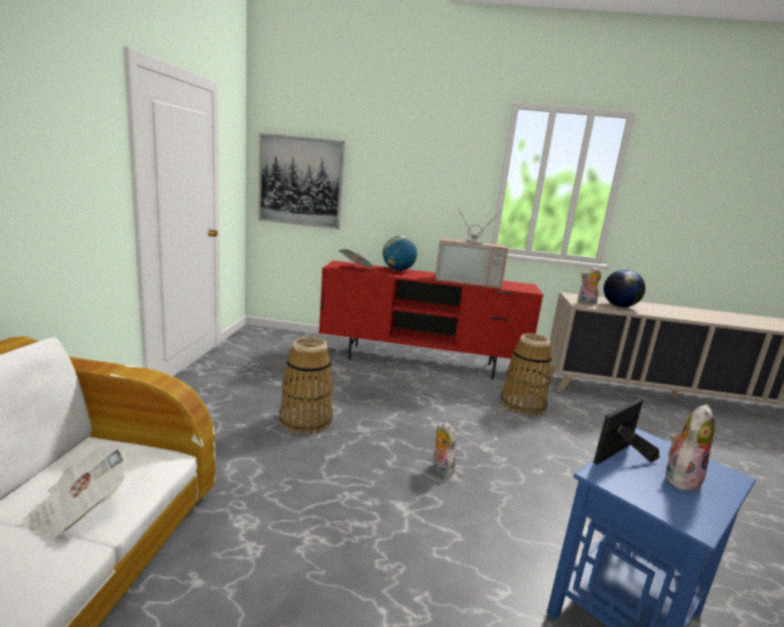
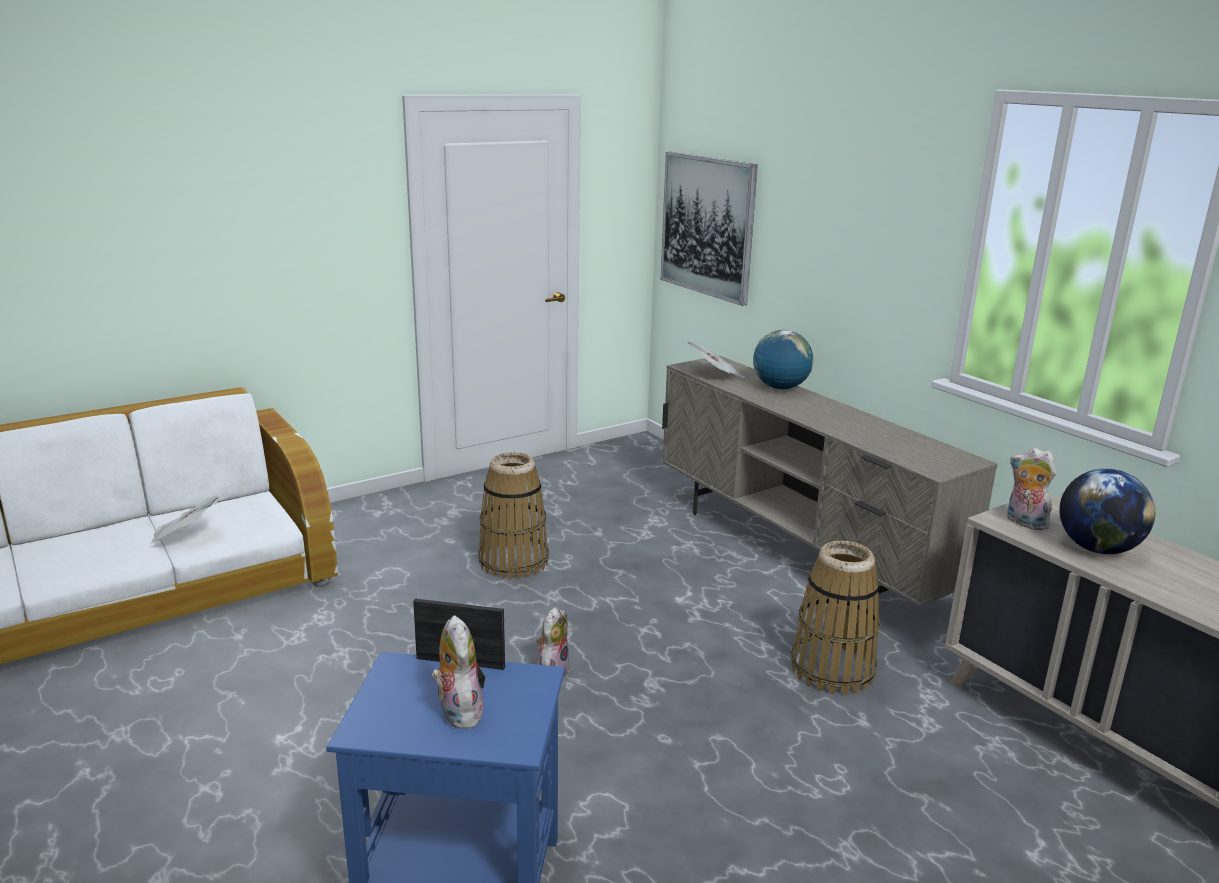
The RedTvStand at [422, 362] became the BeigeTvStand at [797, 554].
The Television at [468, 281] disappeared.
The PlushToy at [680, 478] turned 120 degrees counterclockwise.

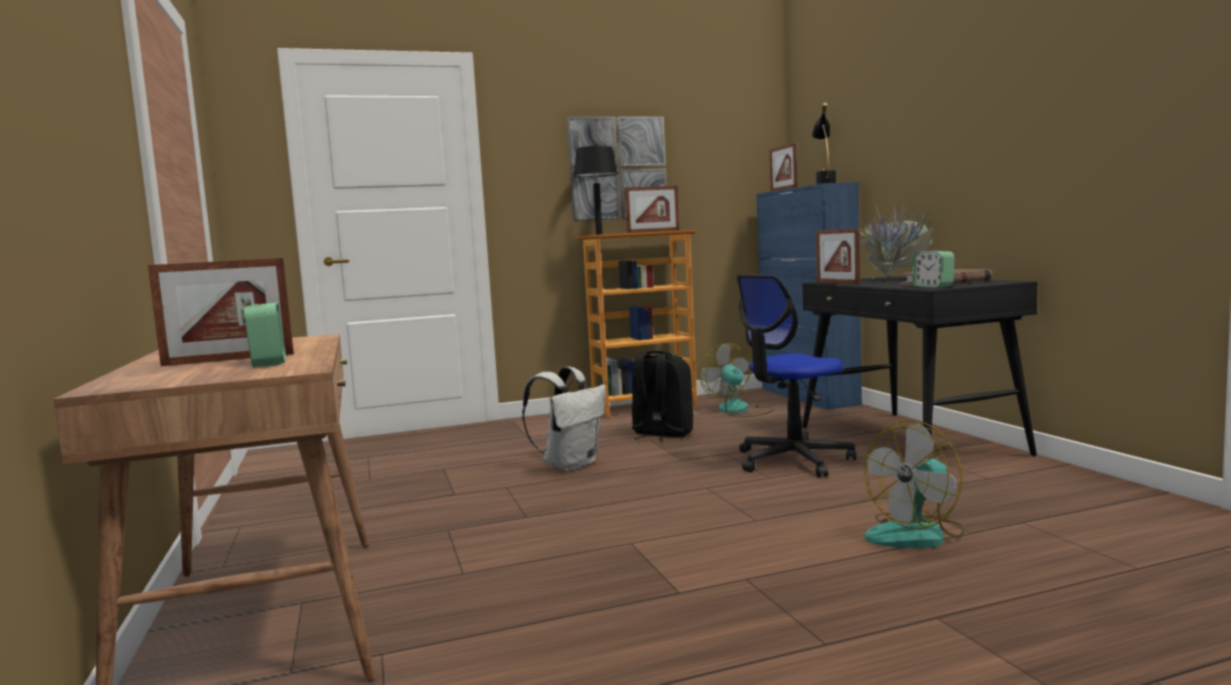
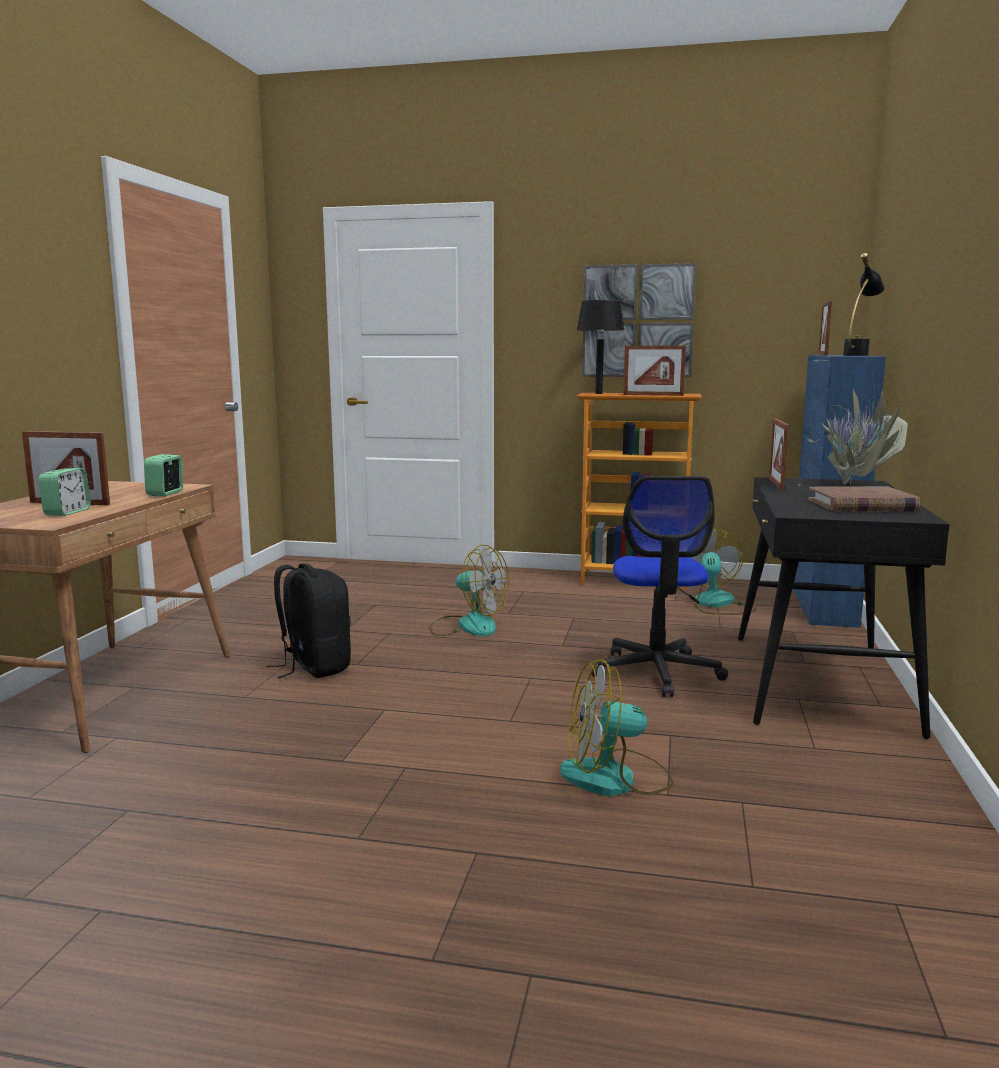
The WhiteBackpack at [570, 465] was replaced by the Fan at [467, 626].
The BlackBackpack moved from [662, 434] to [314, 667].
The OfficeChair at [792, 460] turned 90 degrees counterclockwise.
The AlarmClock moved from [933, 286] to [165, 493].

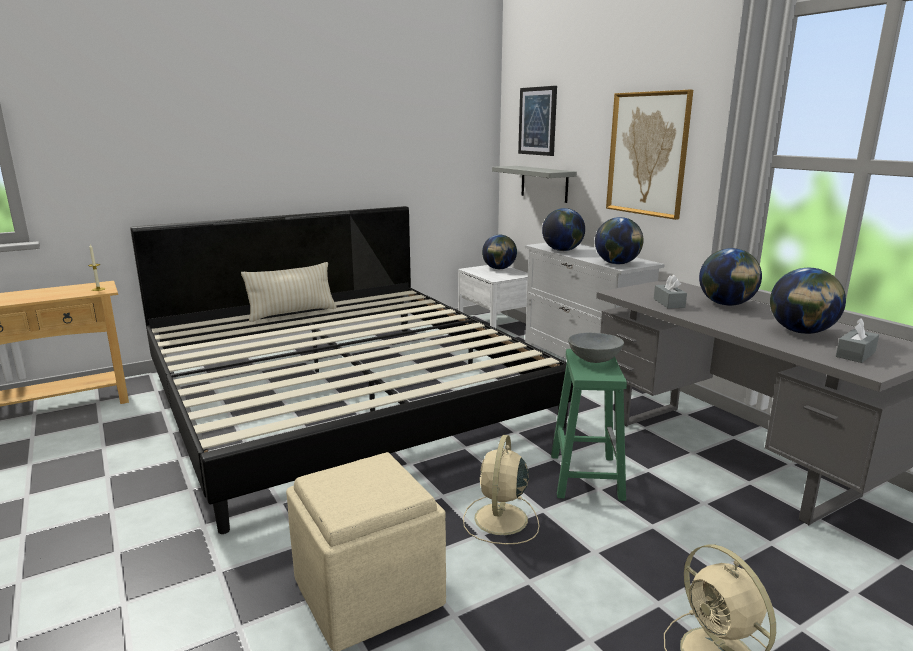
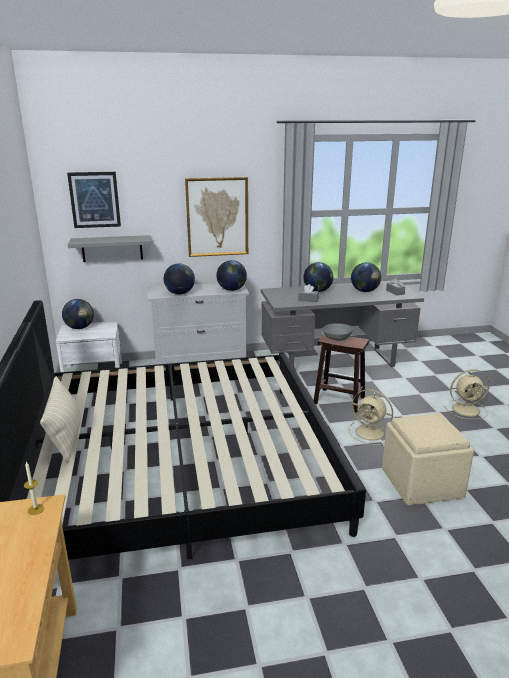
The GreenStool at [585, 475] became the BrownStool at [338, 400].

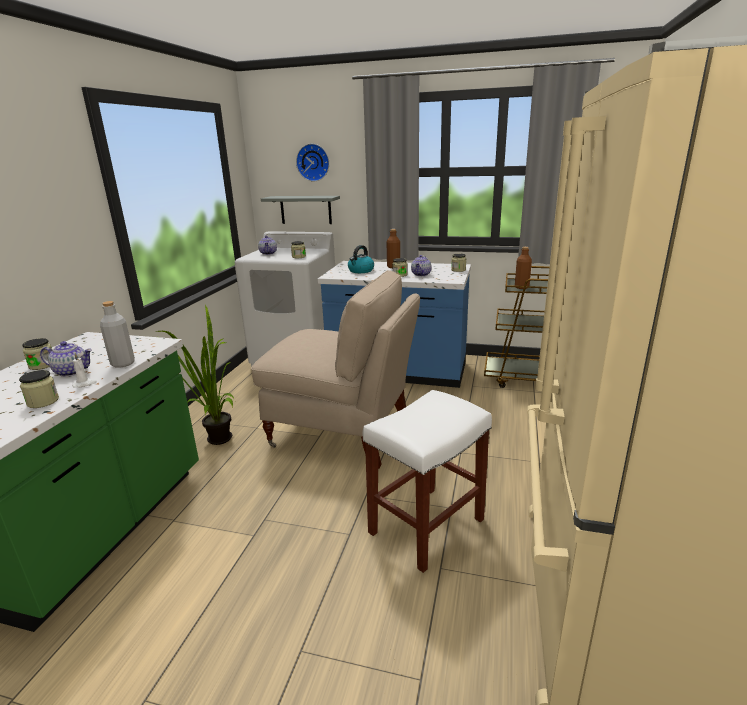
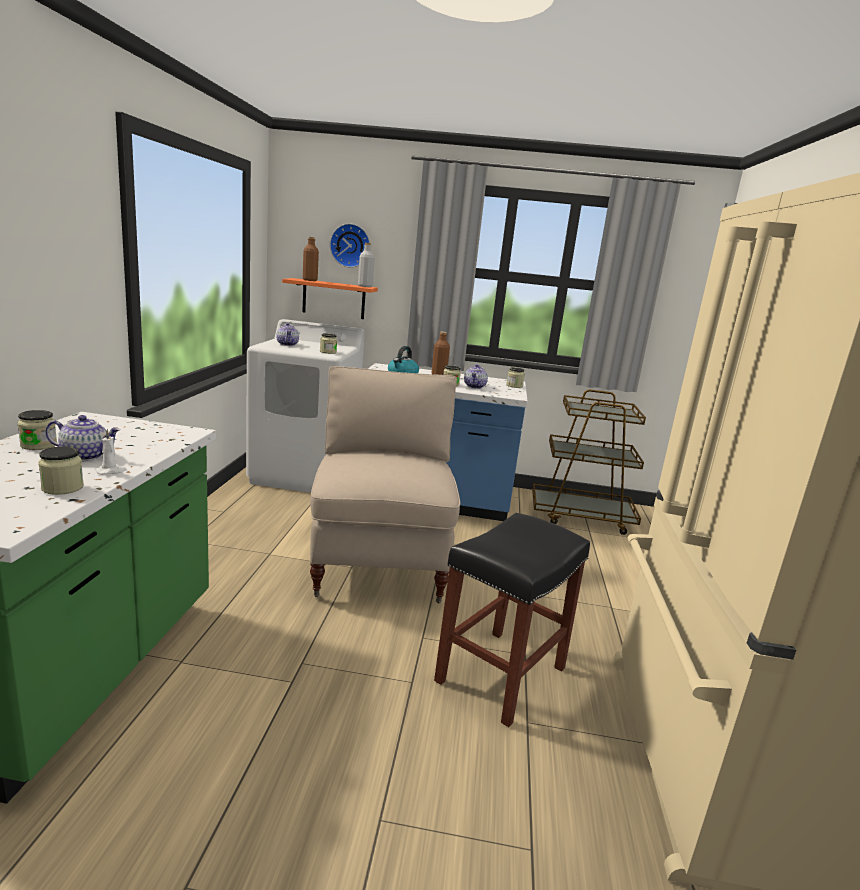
The GreyBottle moved from [123, 363] to [365, 286].
The PottedPlant at [213, 440] disappeared.
The BeigeChair at [343, 431] turned 105 degrees counterclockwise.
The GreyShelf at [305, 210] became the OrangeShelf at [333, 299].
The WhiteStool at [426, 527] became the BlackStool at [501, 676].
The BrownBottle moved from [521, 287] to [310, 280].

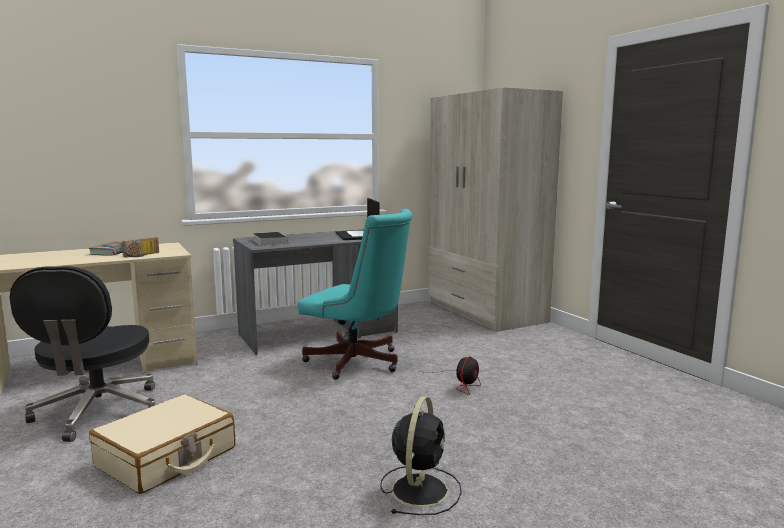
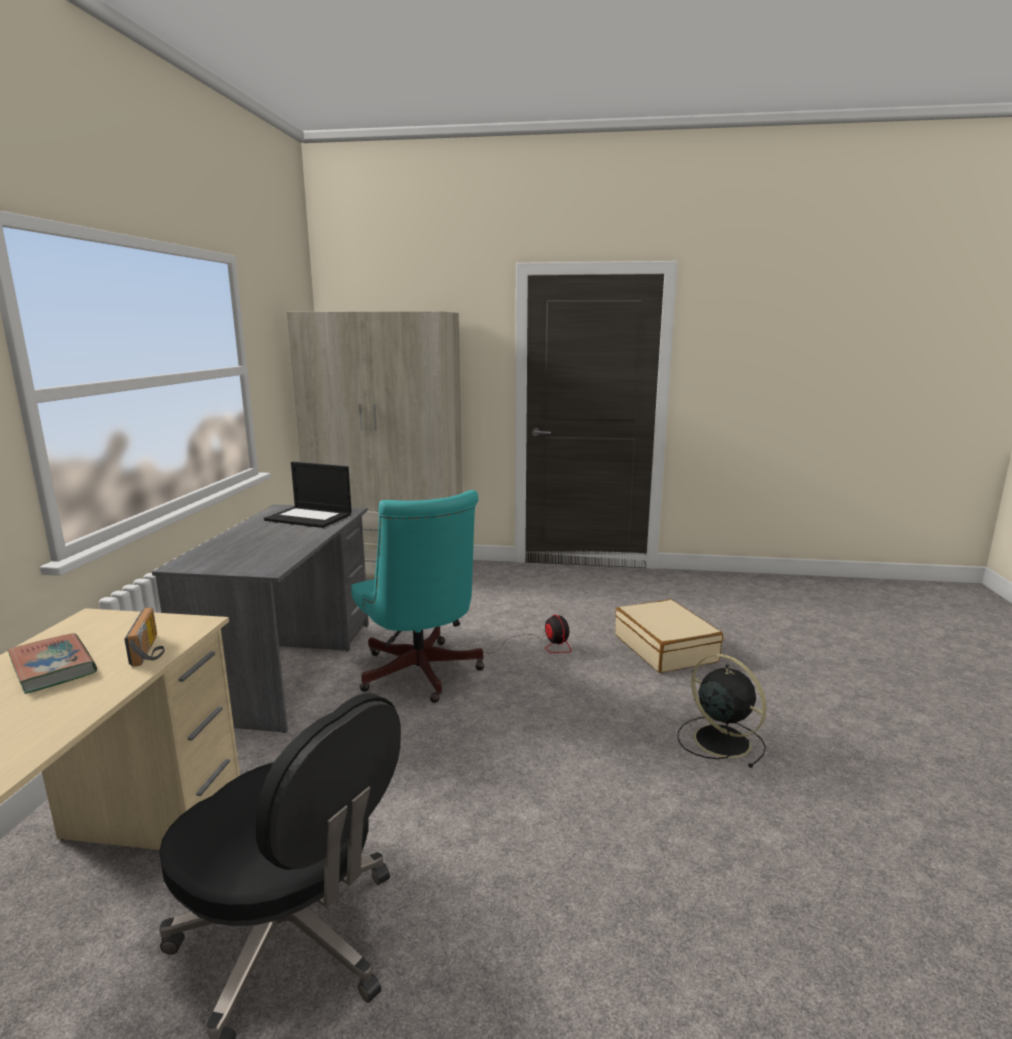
The BeigeSuitcase moved from [167, 458] to [665, 648].
The Book at [269, 241] disappeared.
The TurquoiseOfficeChair at [359, 363] turned 90 degrees clockwise.

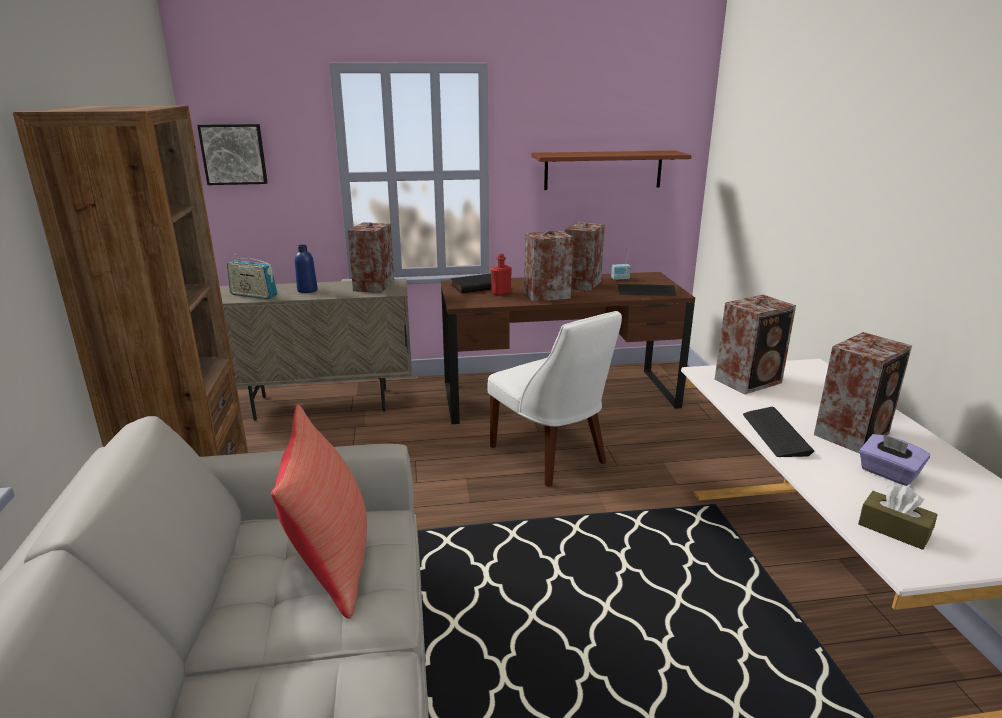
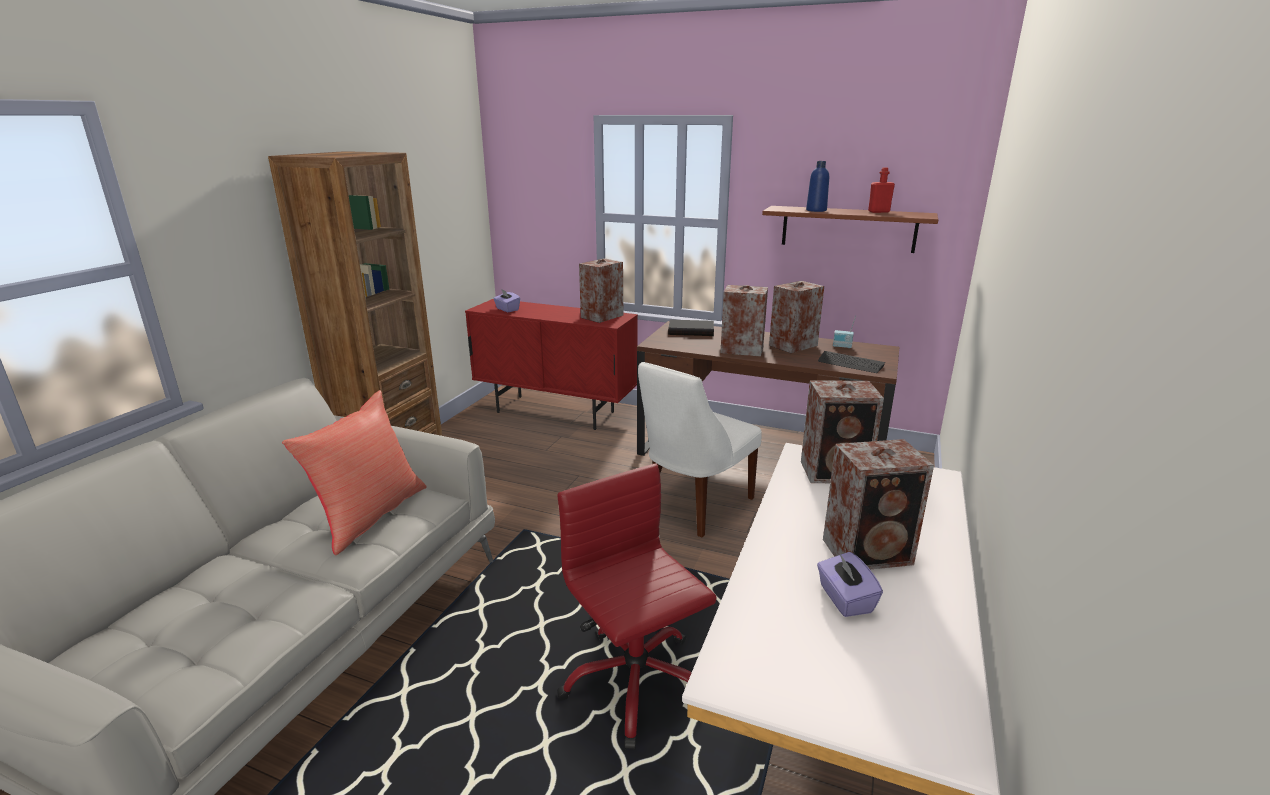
The Picture at [234, 154] disappeared.
The BeigeCabinet at [323, 404] became the RedCabinet at [556, 412].
The Radio at [253, 295] was replaced by the PurpleTissueBox at [507, 309].
The BlueBottle moved from [307, 290] to [816, 210].
The WhiteChair at [551, 457] turned 45 degrees clockwise.
The RedBottle moved from [501, 293] to [878, 211].
The Keyboard at [775, 434] disappeared.
The BrownTissueBox at [894, 529] disappeared.
The RedOfficeChair at [635, 683] appeared.

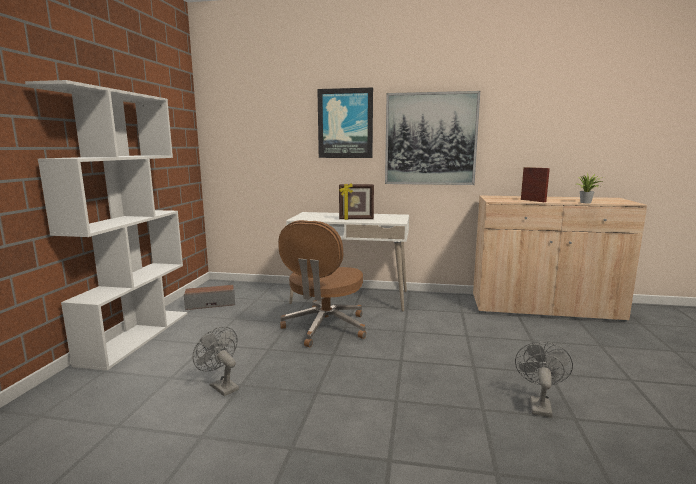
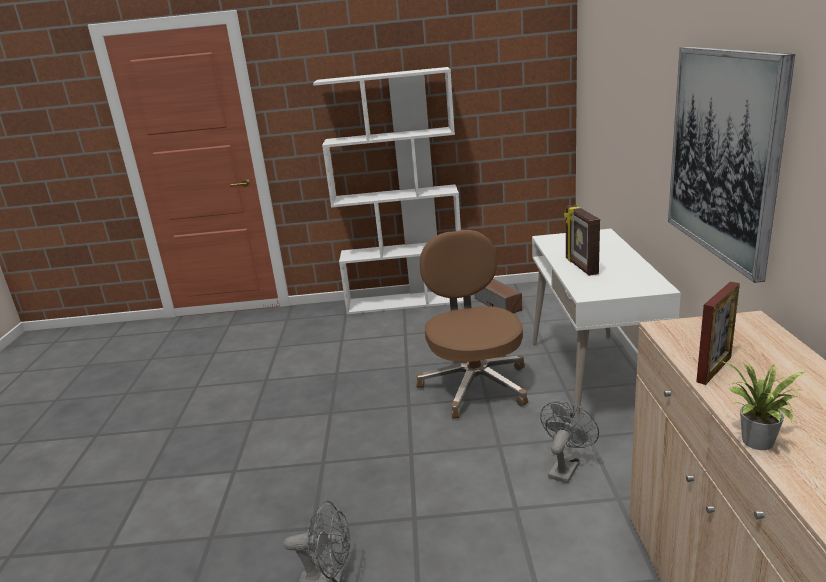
The GreyFan moved from [221, 386] to [565, 467].
The BrownOfficeChair at [325, 328] turned 75 degrees clockwise.
The Picture at [345, 123] disappeared.

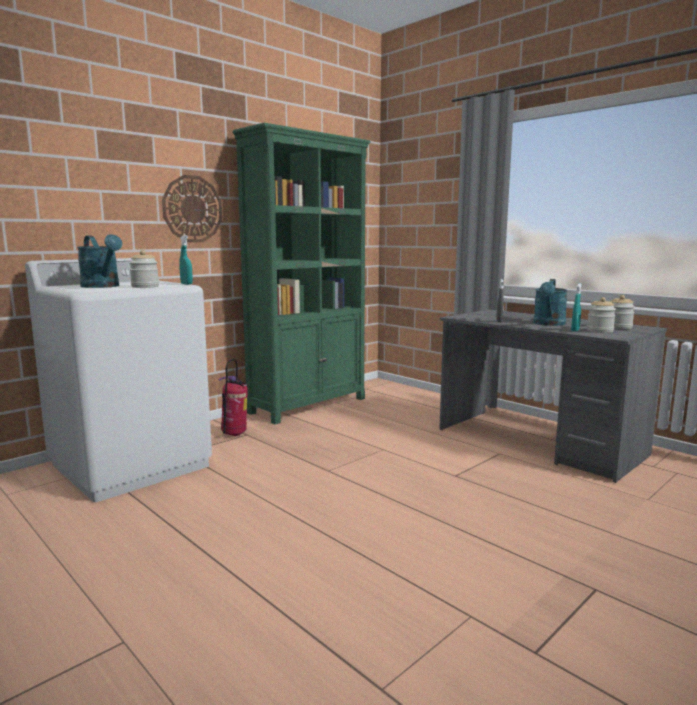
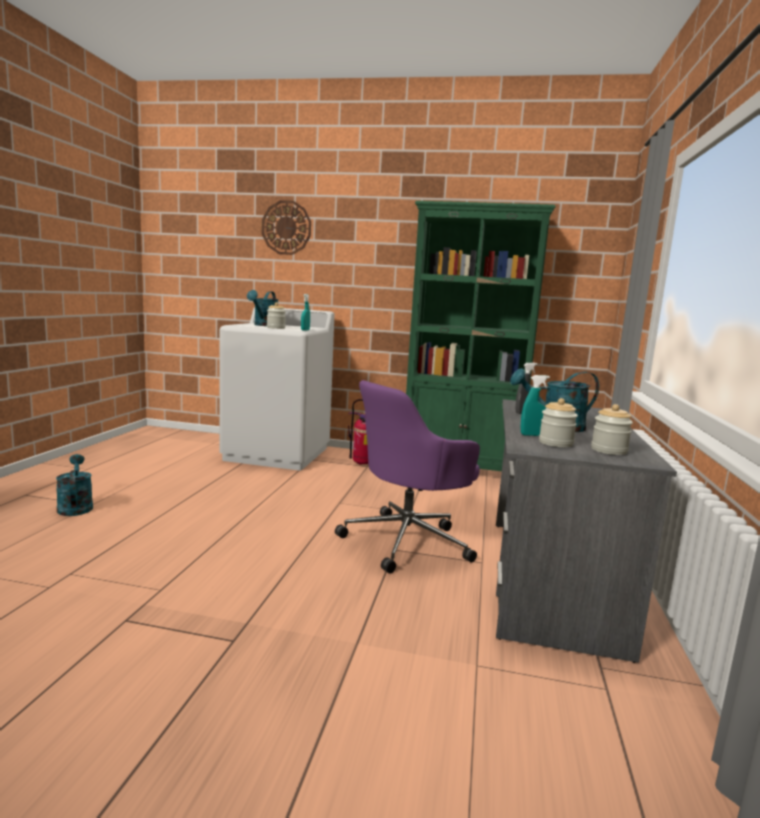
The WallClock moved from [192, 209] to [286, 228].
The TurquoiseWateringCan at [75, 506] appeared.
The PurpleOfficeChair at [408, 541] appeared.

